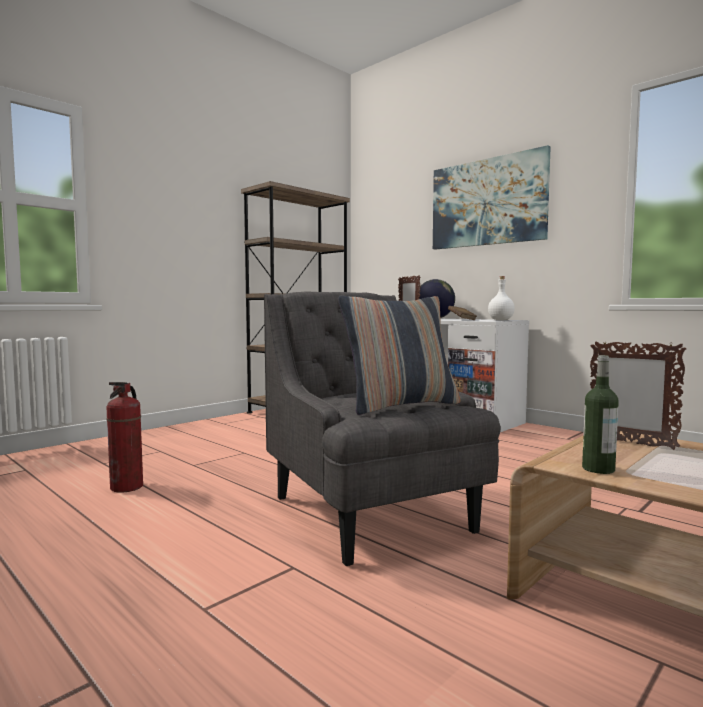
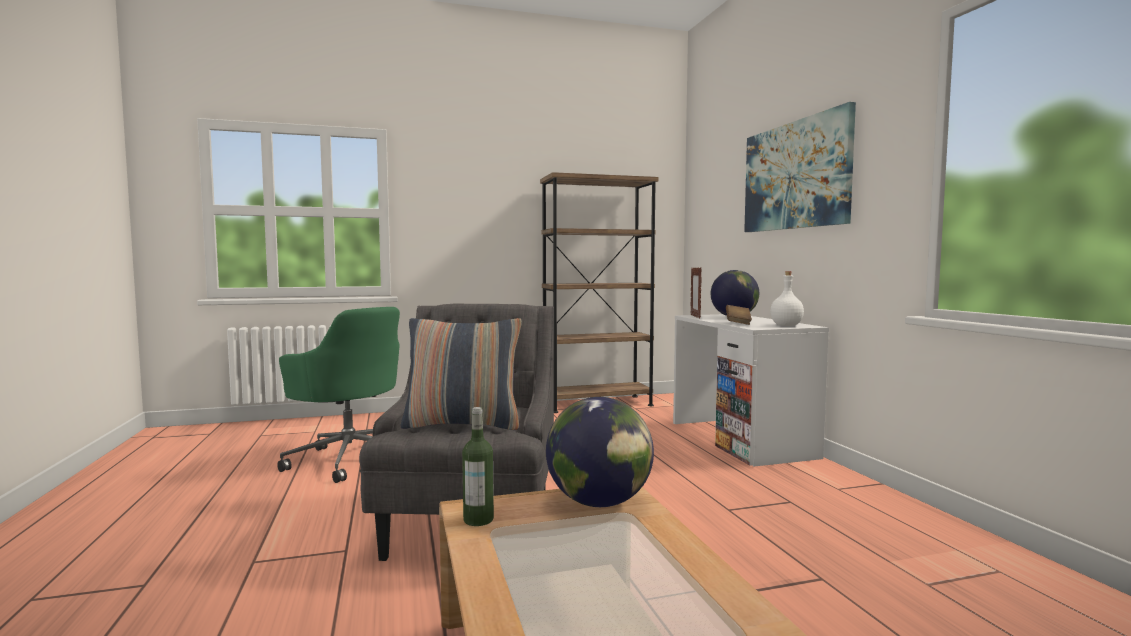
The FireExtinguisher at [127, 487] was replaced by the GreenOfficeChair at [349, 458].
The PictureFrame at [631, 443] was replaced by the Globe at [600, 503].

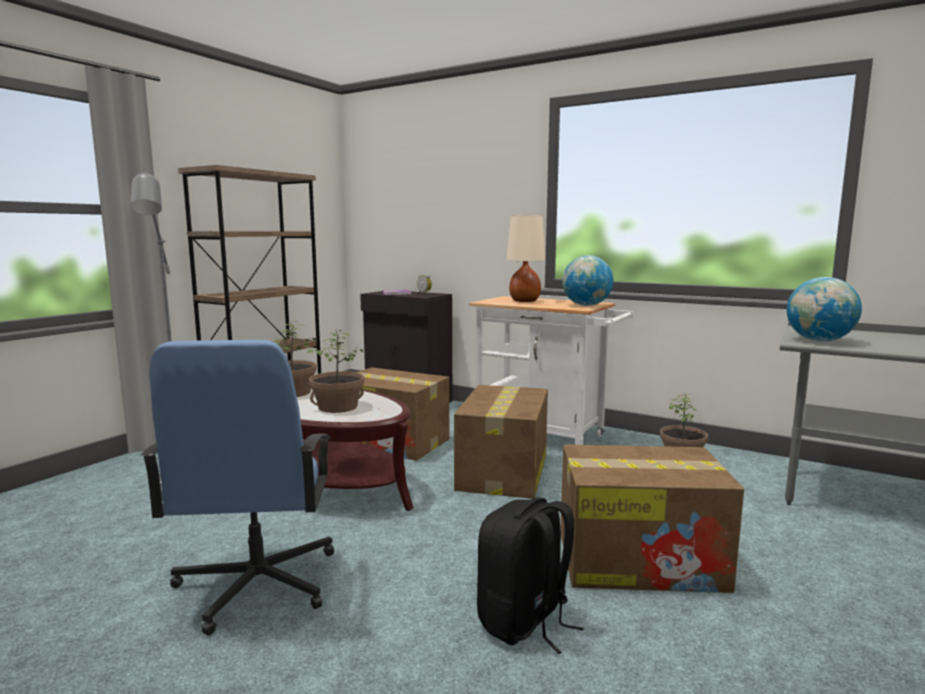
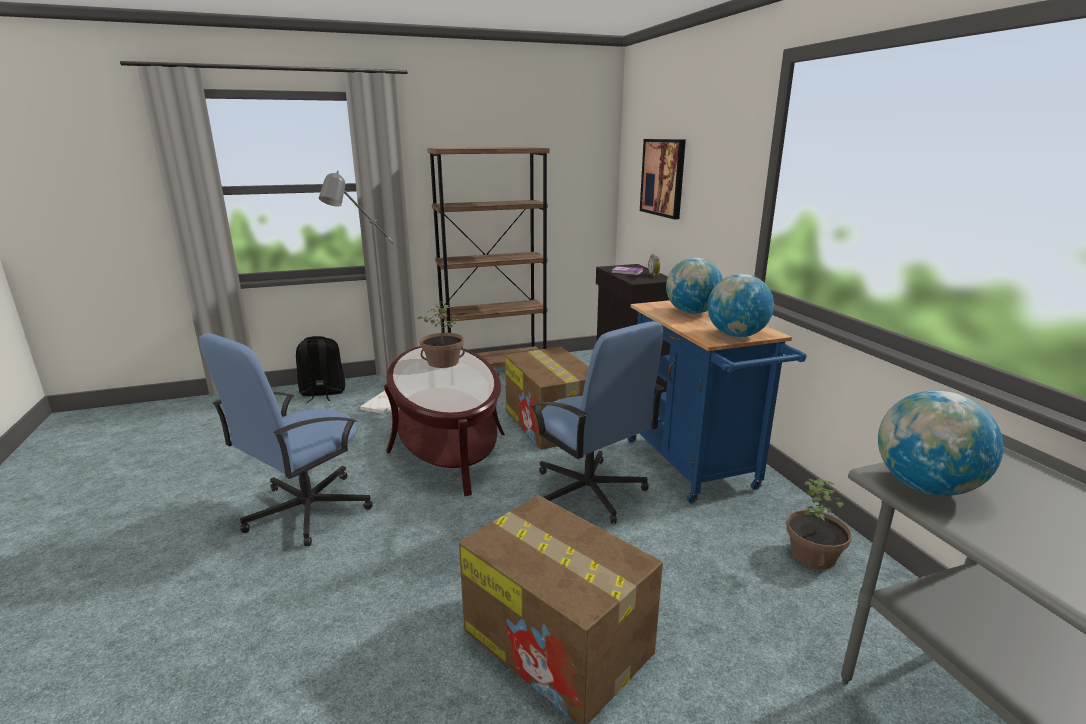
The PottedPlant at [338, 407] disappeared.
The CardboardBox at [503, 473] was replaced by the BlueOfficeChair at [589, 492].
The WhiteCart at [547, 437] became the BlueCart at [696, 468].
The BlackBackpack moved from [525, 622] to [322, 393].
The BeigeTableLamp at [524, 301] was replaced by the Globe at [691, 312].
The Picture at [663, 177] appeared.

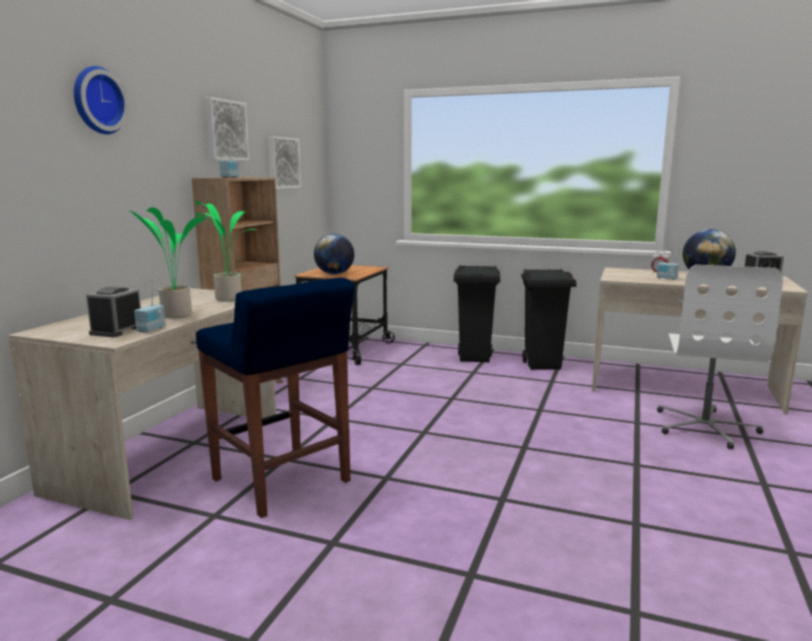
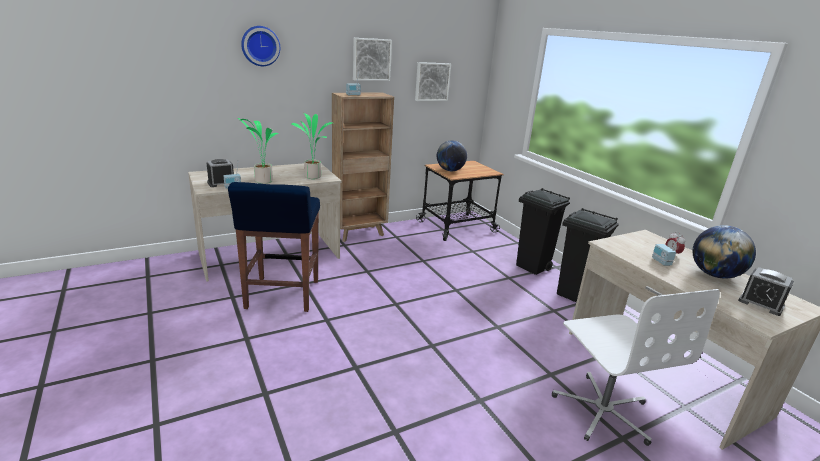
The WhiteOfficeChair at [705, 427] turned 75 degrees counterclockwise.

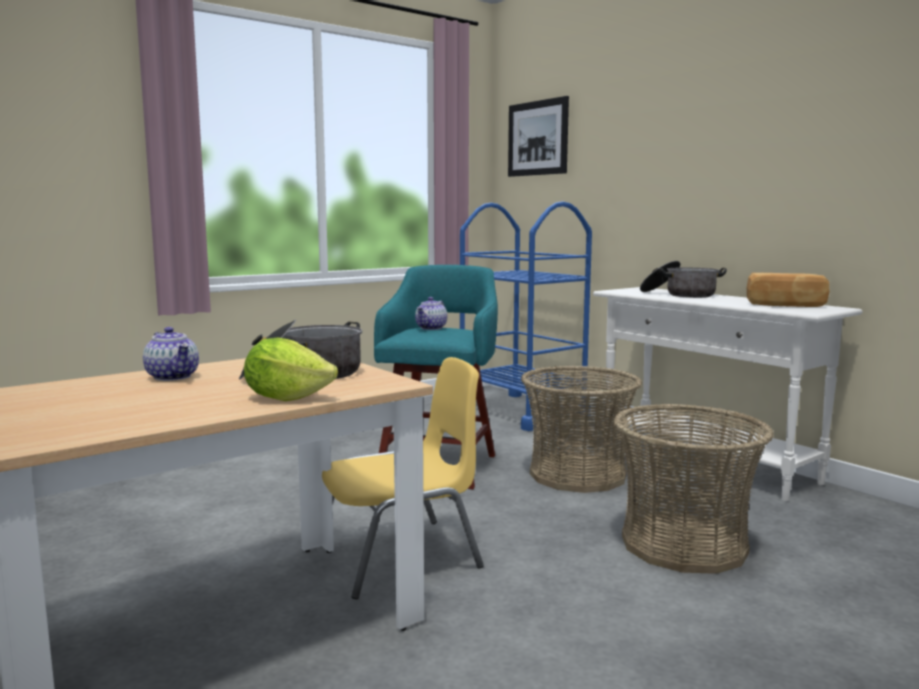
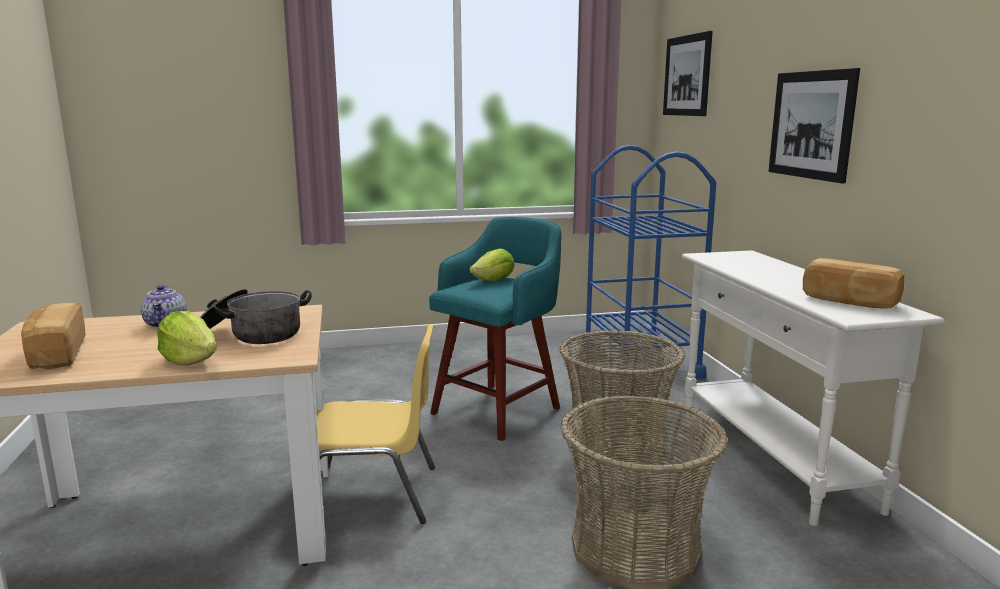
The Teapot at [431, 328] was replaced by the Lettuce at [494, 281].
The CookingPot at [679, 294] disappeared.
The Bread at [56, 355] appeared.
The Picture at [811, 125] appeared.

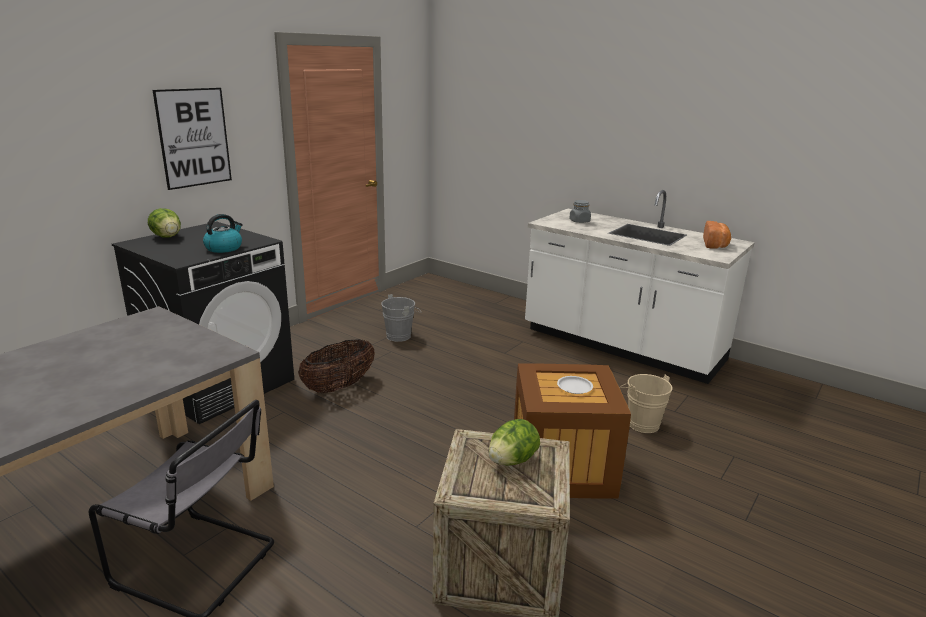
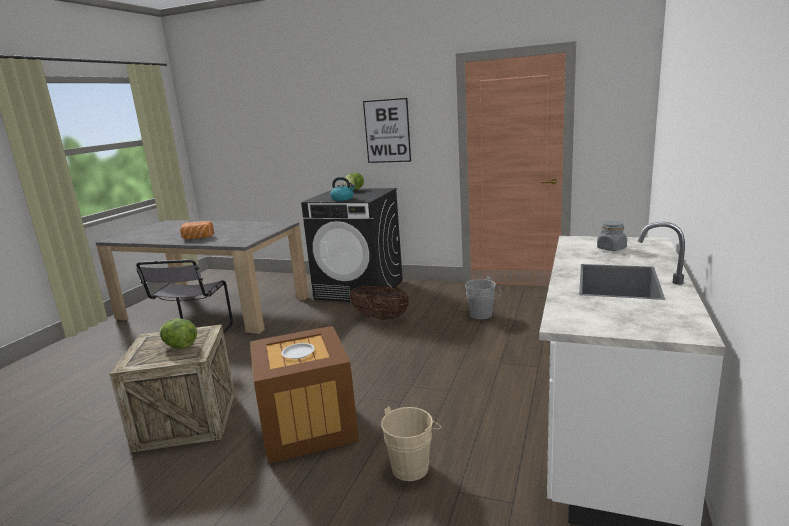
The Bread moved from [716, 245] to [197, 238].

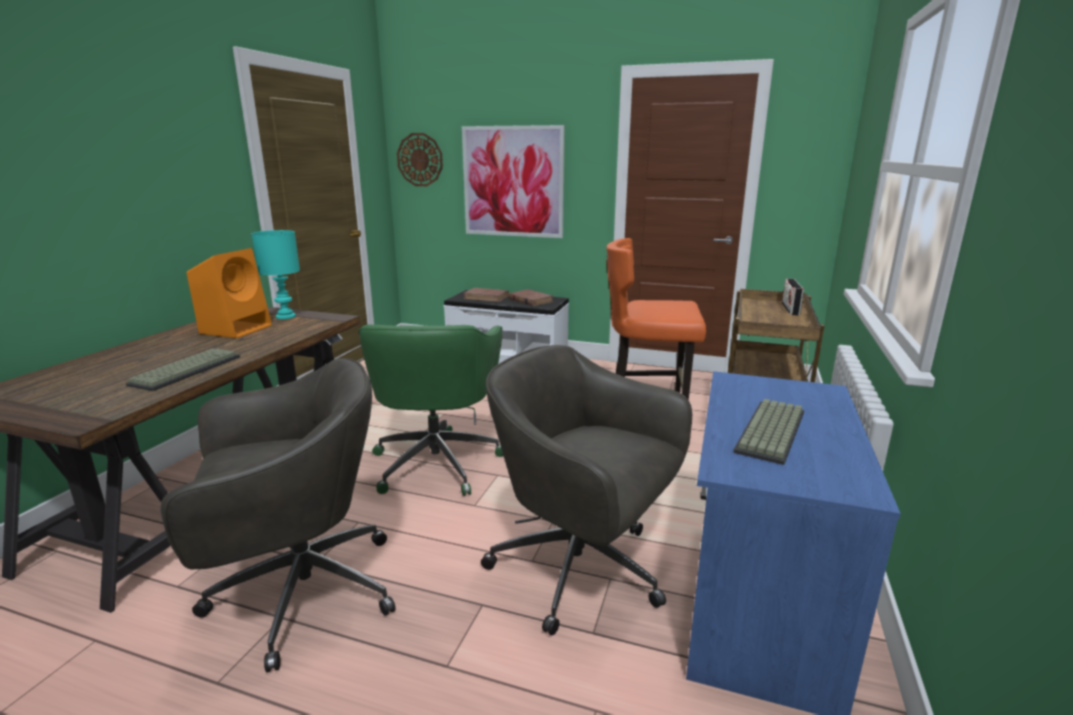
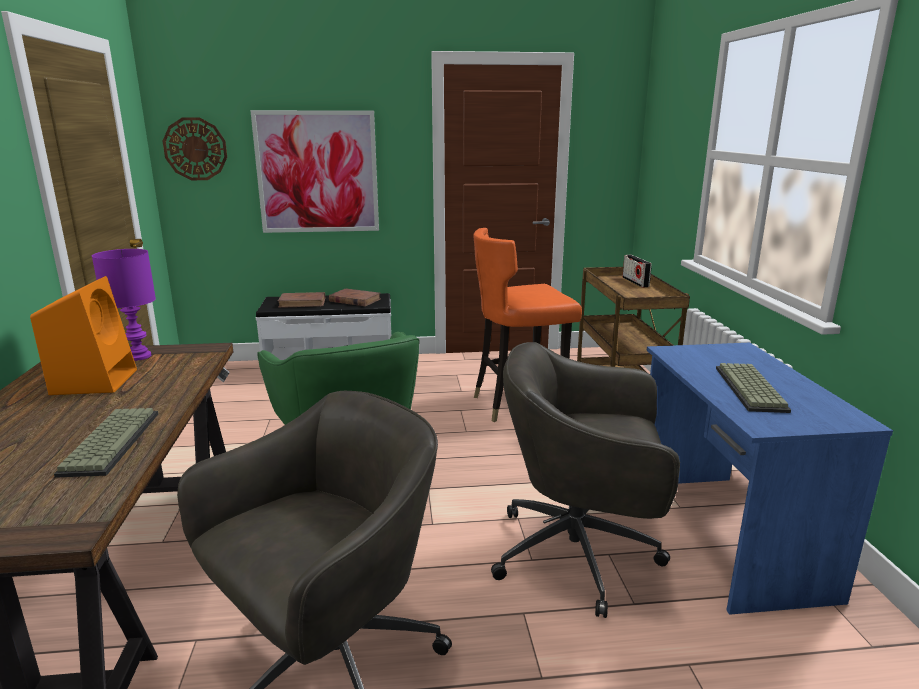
The TurquoiseTableLamp at [285, 316] became the PurpleTableLamp at [137, 356].

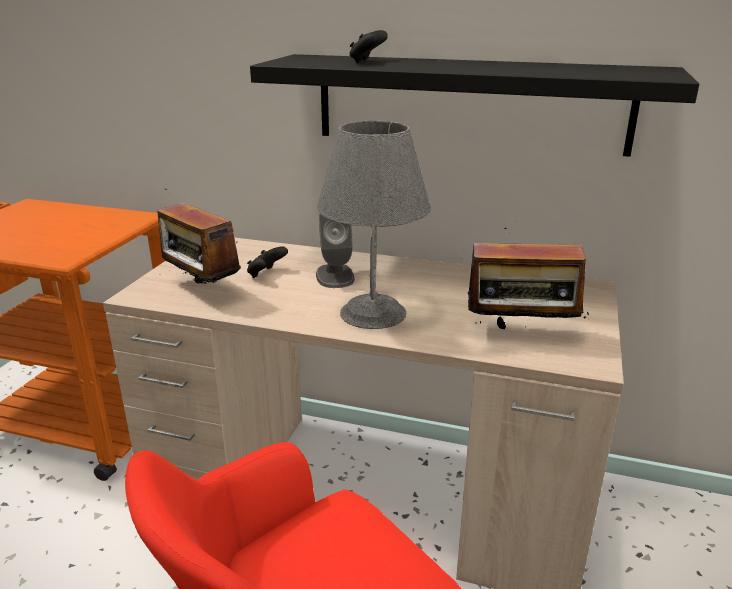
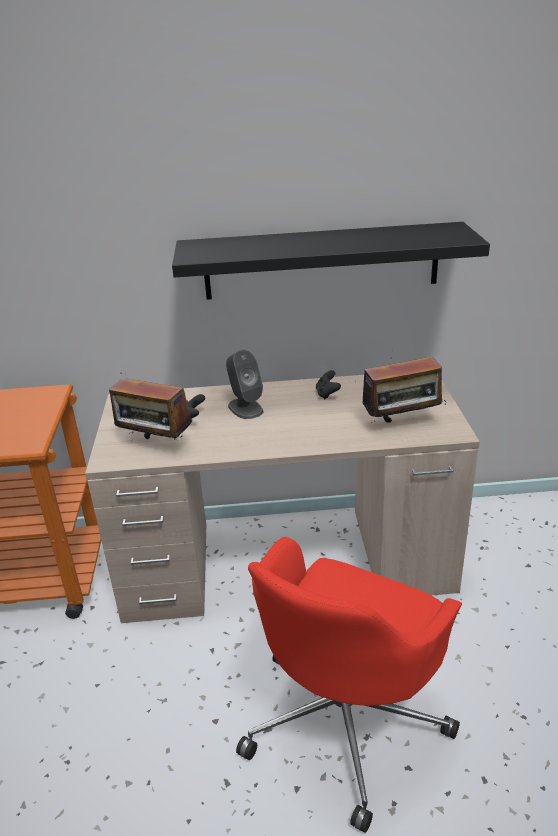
The GreyTableLamp at [372, 312] disappeared.
The BlackGameController moved from [367, 62] to [327, 394].

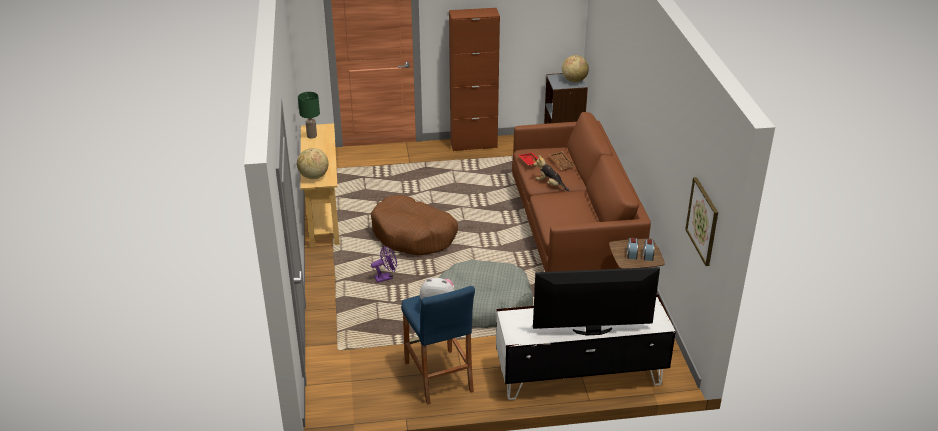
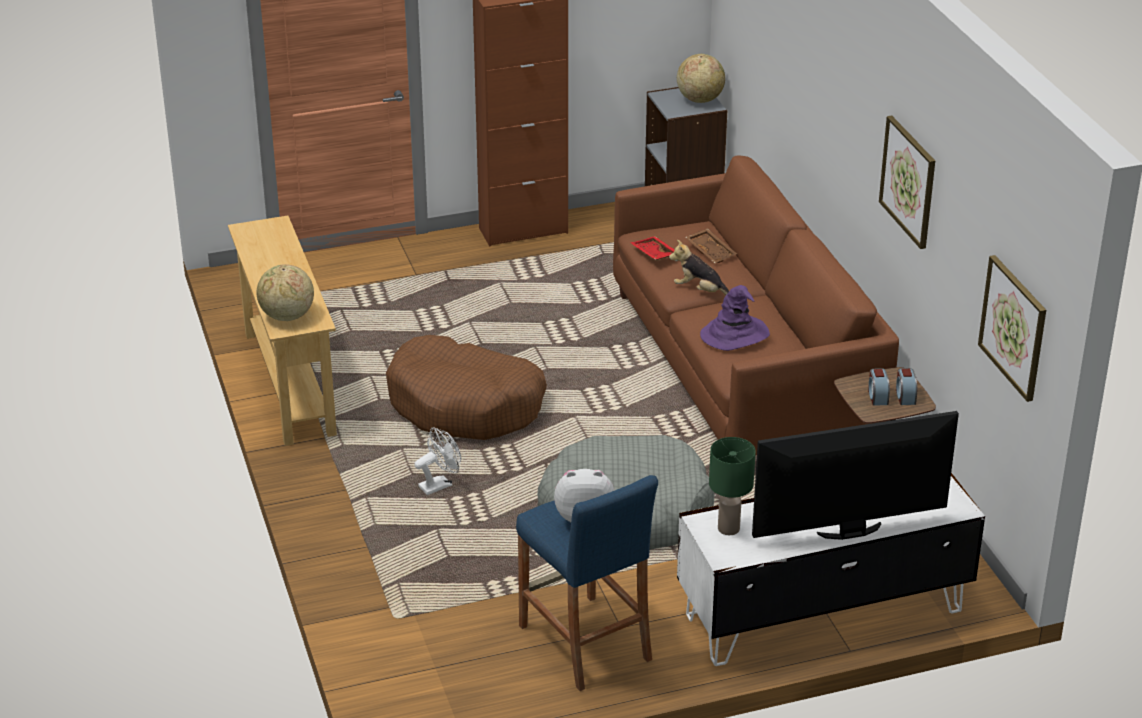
The GreenTableLamp moved from [311, 136] to [728, 528].
The PurpleFan at [386, 277] became the WhiteFan at [440, 484].
The PurpleHat at [735, 334] appeared.
The Picture at [908, 181] appeared.

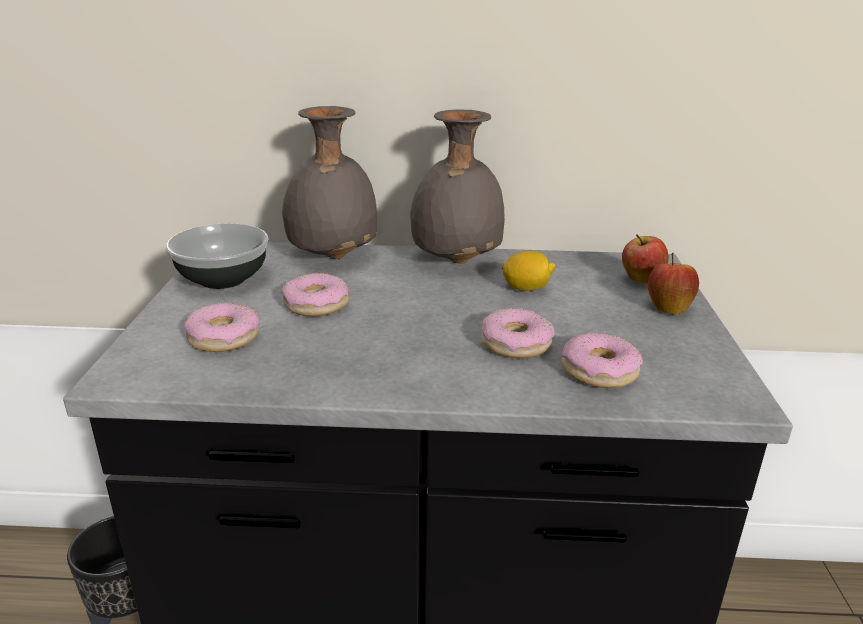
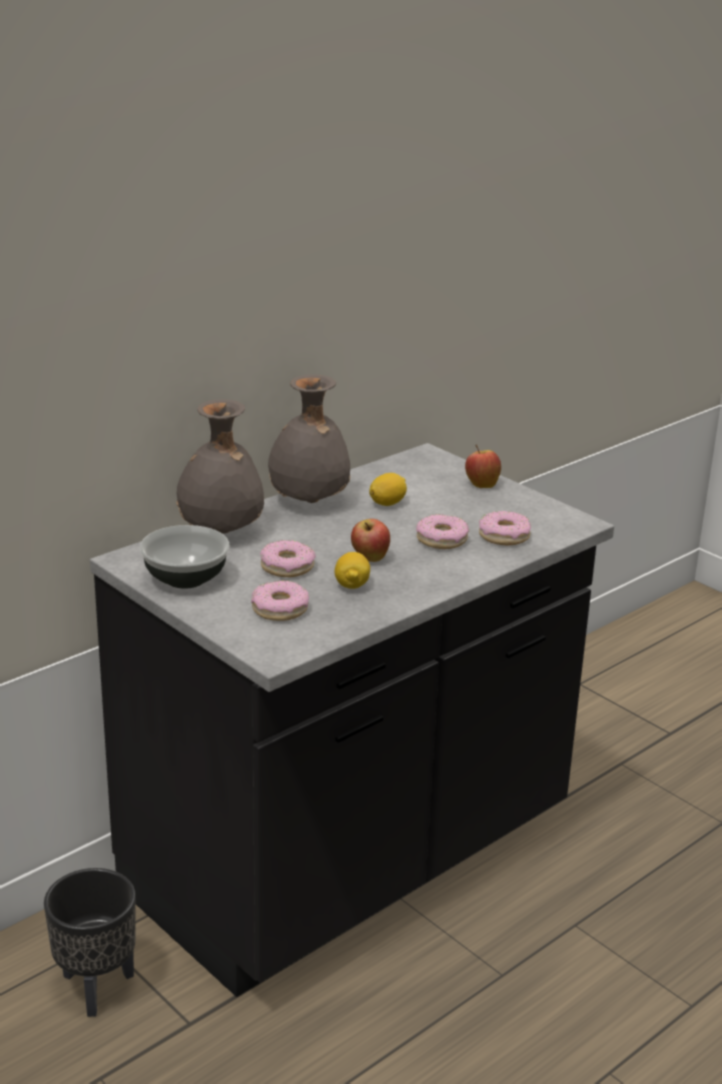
The Apple moved from [641, 281] to [369, 558].
The Lemon at [351, 585] appeared.

